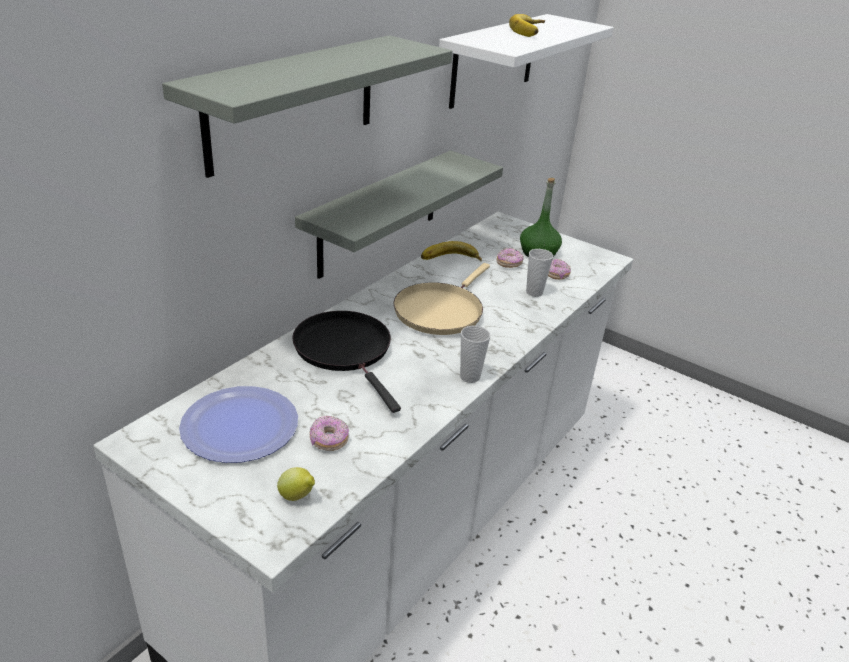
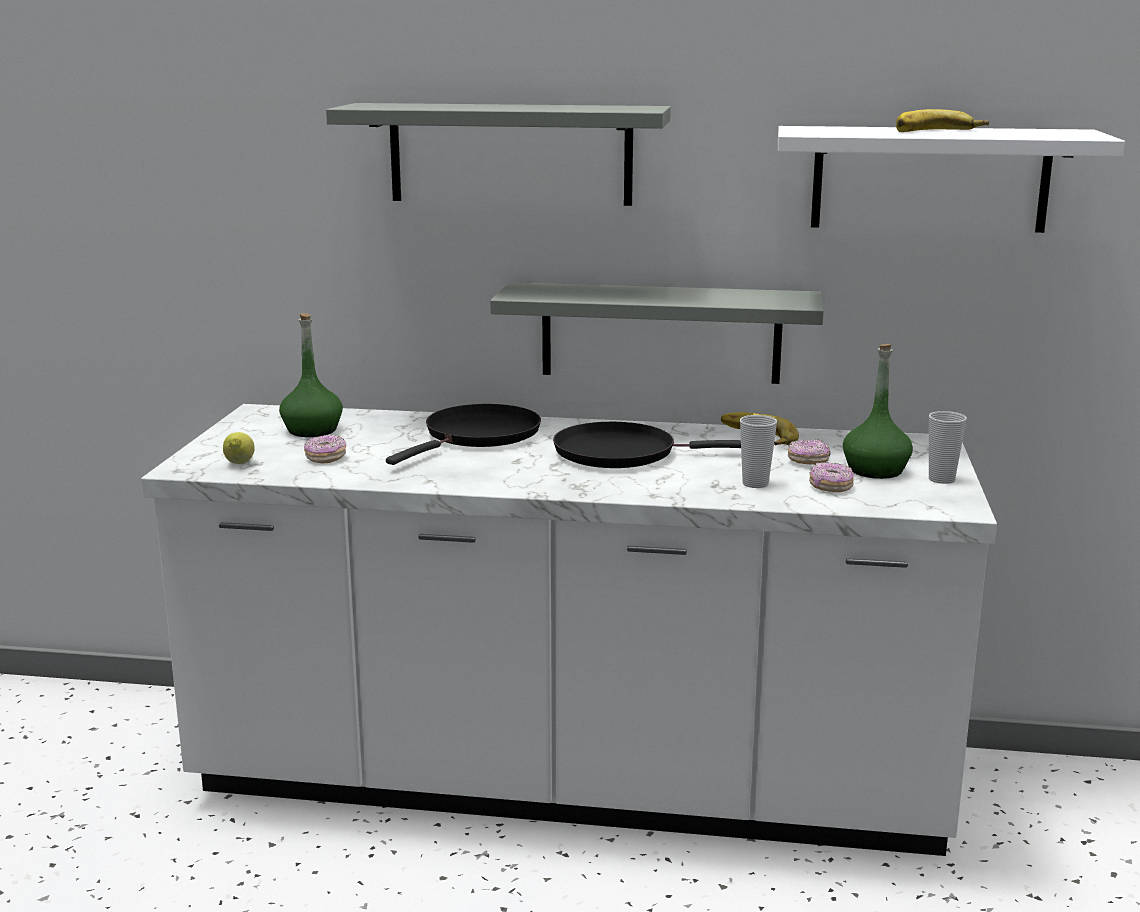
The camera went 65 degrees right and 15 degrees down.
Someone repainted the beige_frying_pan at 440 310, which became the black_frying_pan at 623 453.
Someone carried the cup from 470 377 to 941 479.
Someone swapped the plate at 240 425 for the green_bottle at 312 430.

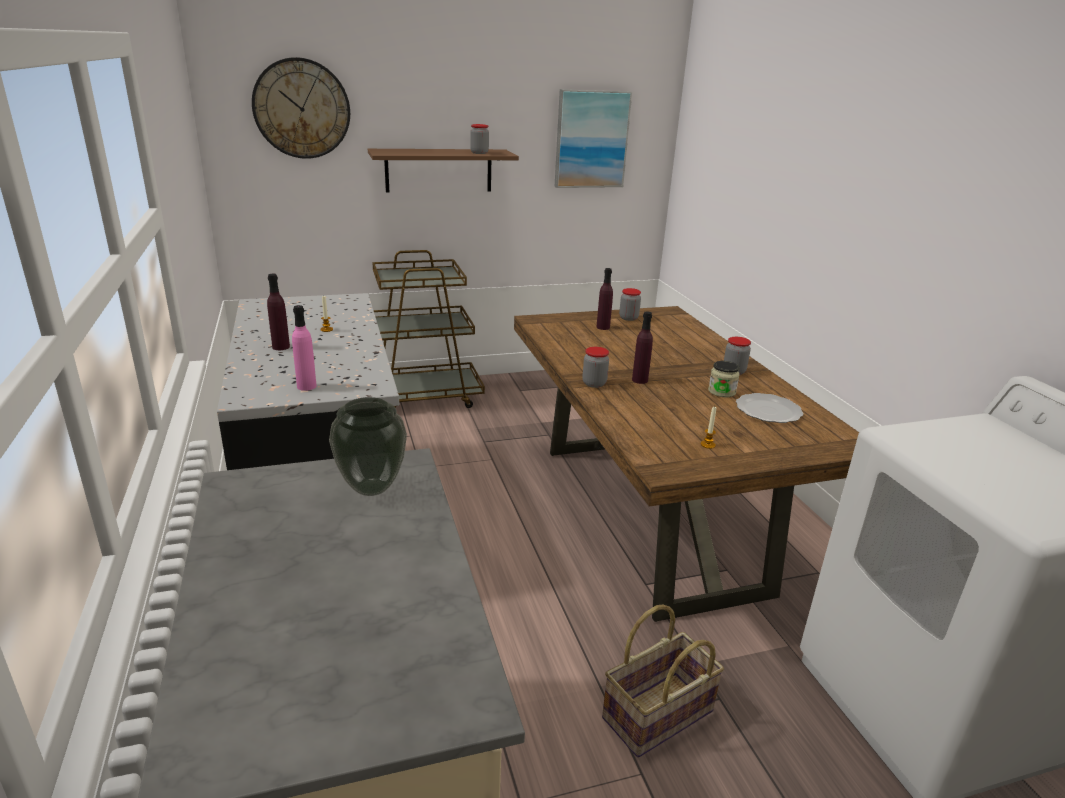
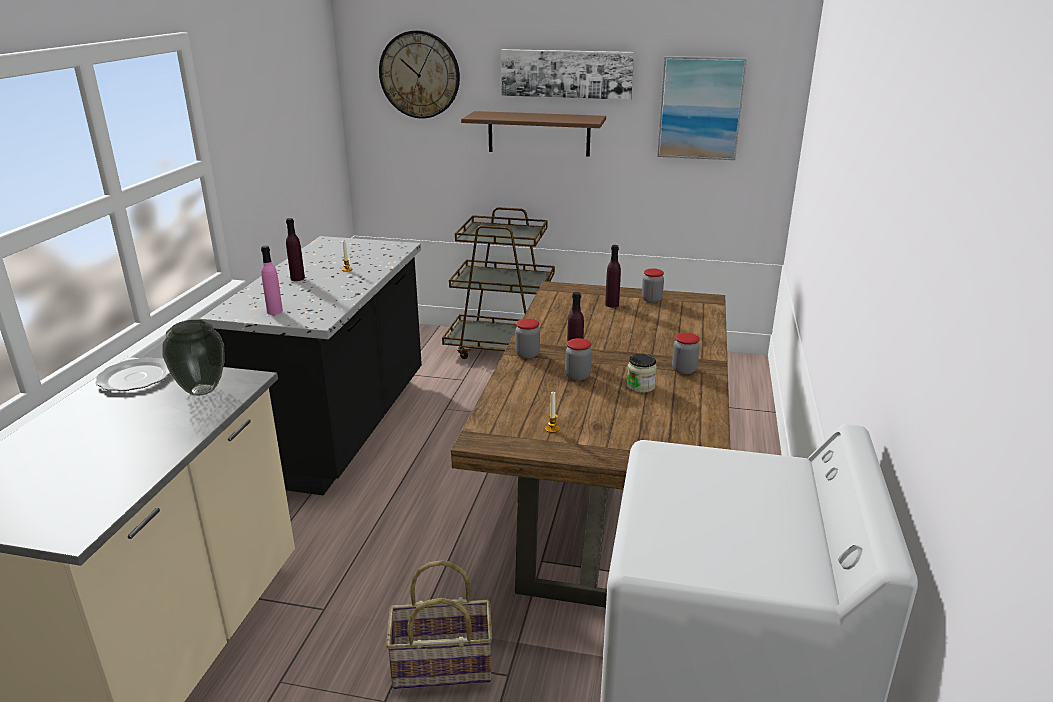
The camera went 30 degrees right and 0 degrees up.
Someone carried the jar from 479 153 to 577 376.
Someone carried the plate from 768 410 to 137 377.
Someone put up the picture at 566 73.

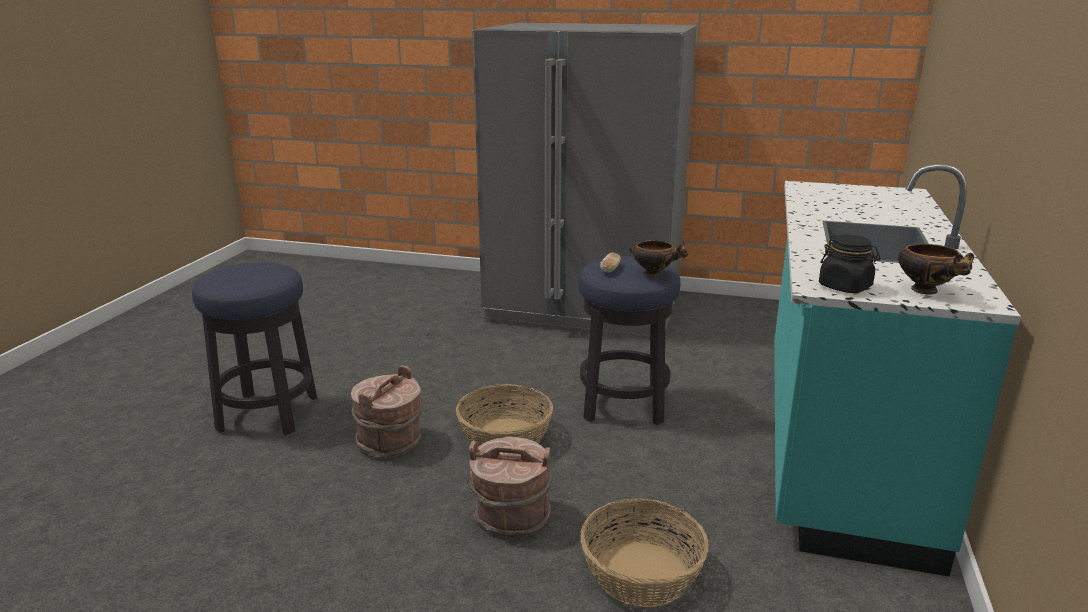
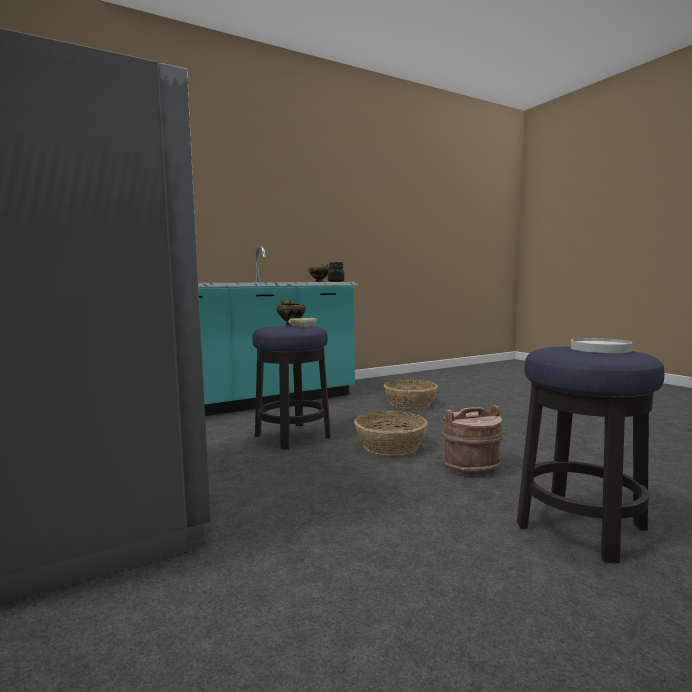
The camera went 135 degrees left and 15 degrees down.
Someone took away the brown_bucket at 511 517.
Someone put down the white_plate at 600 349.

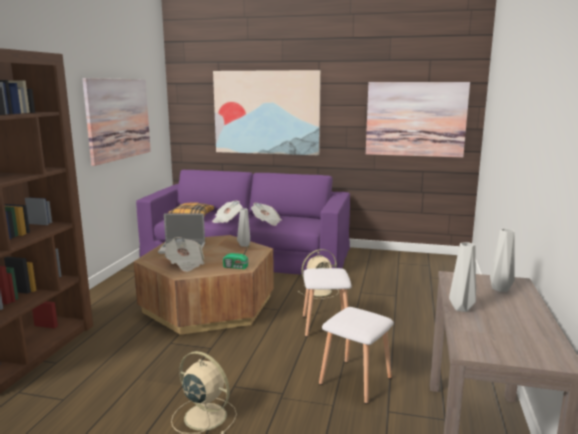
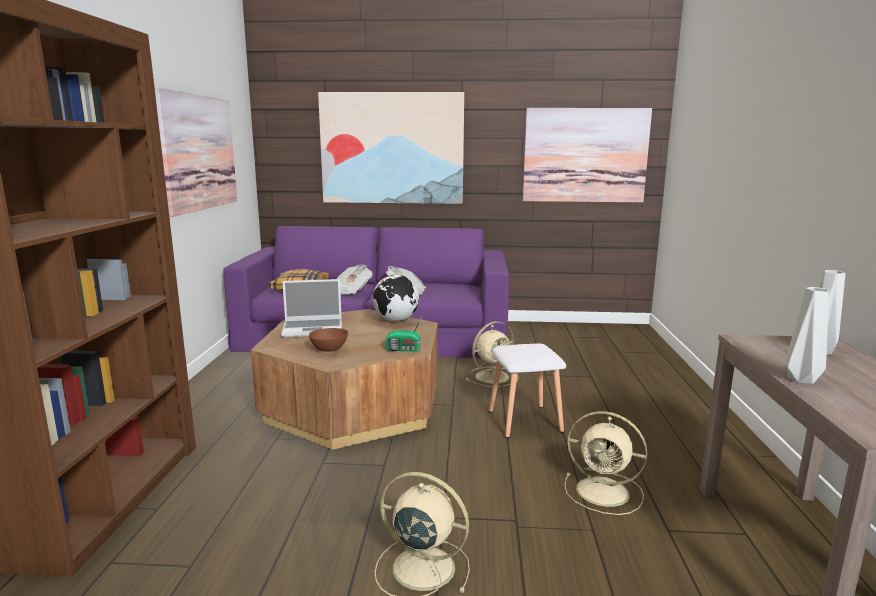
The camera went 10 degrees left and 0 degrees up.
Someone swapped the grey_vase at 244 245 for the globe at 396 320.
Someone swapped the newspaper at 185 264 for the brown_bowl at 329 349.
Someone swapped the white_stool at 356 381 for the beige_fan at 605 492.

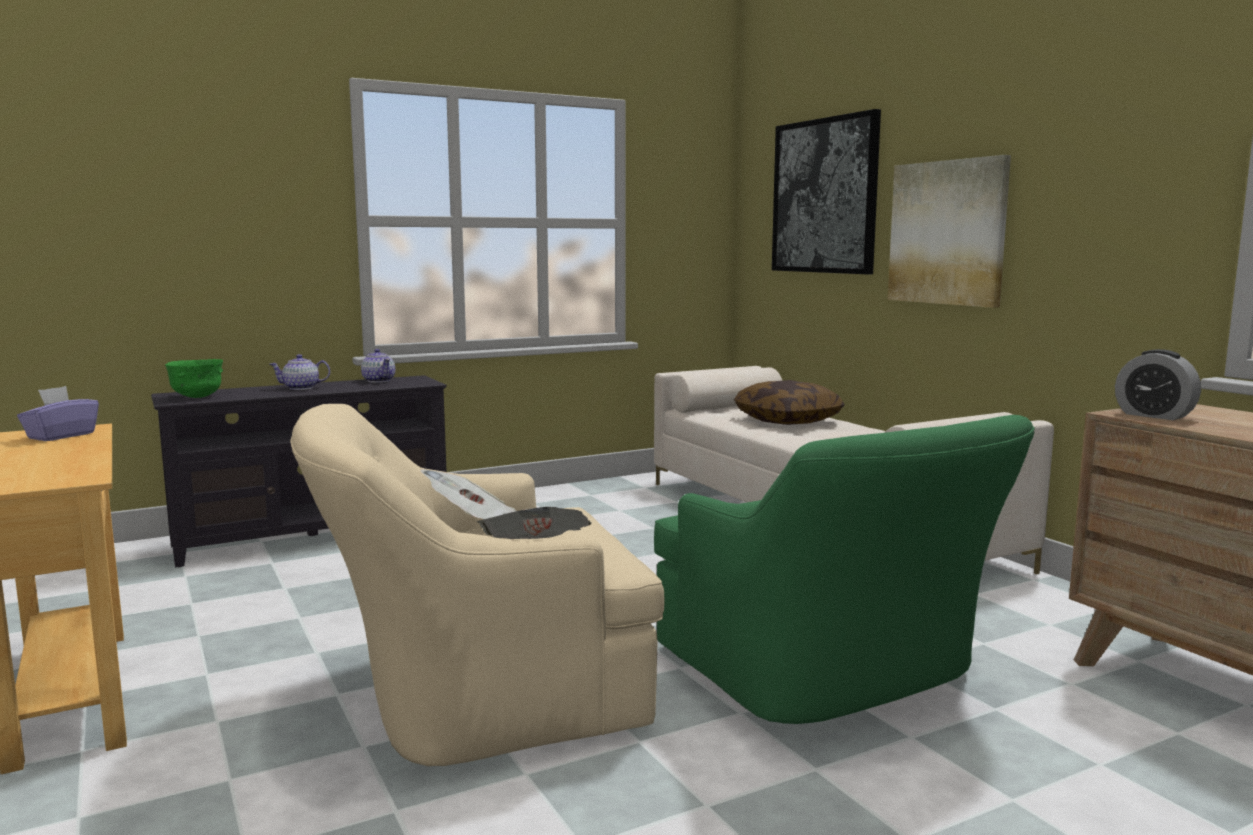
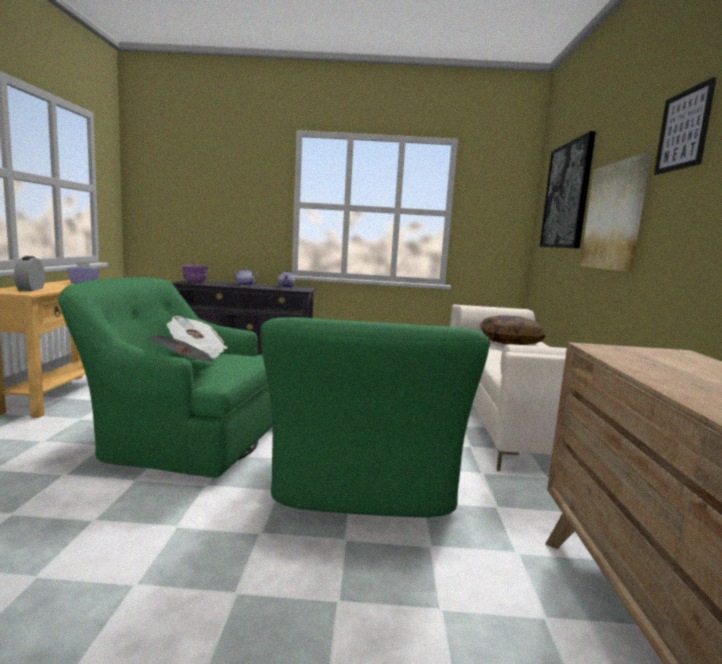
The camera went 30 degrees right and 0 degrees up.
Someone carried the alarm_clock from 1154 415 to 30 289.
Someone repainted the green_bowl at 197 397, which became the purple_bowl at 195 282.
Someone repainted the beige_armchair at 475 696, which became the green_armchair at 180 441.
Someone put up the picture at 683 130.

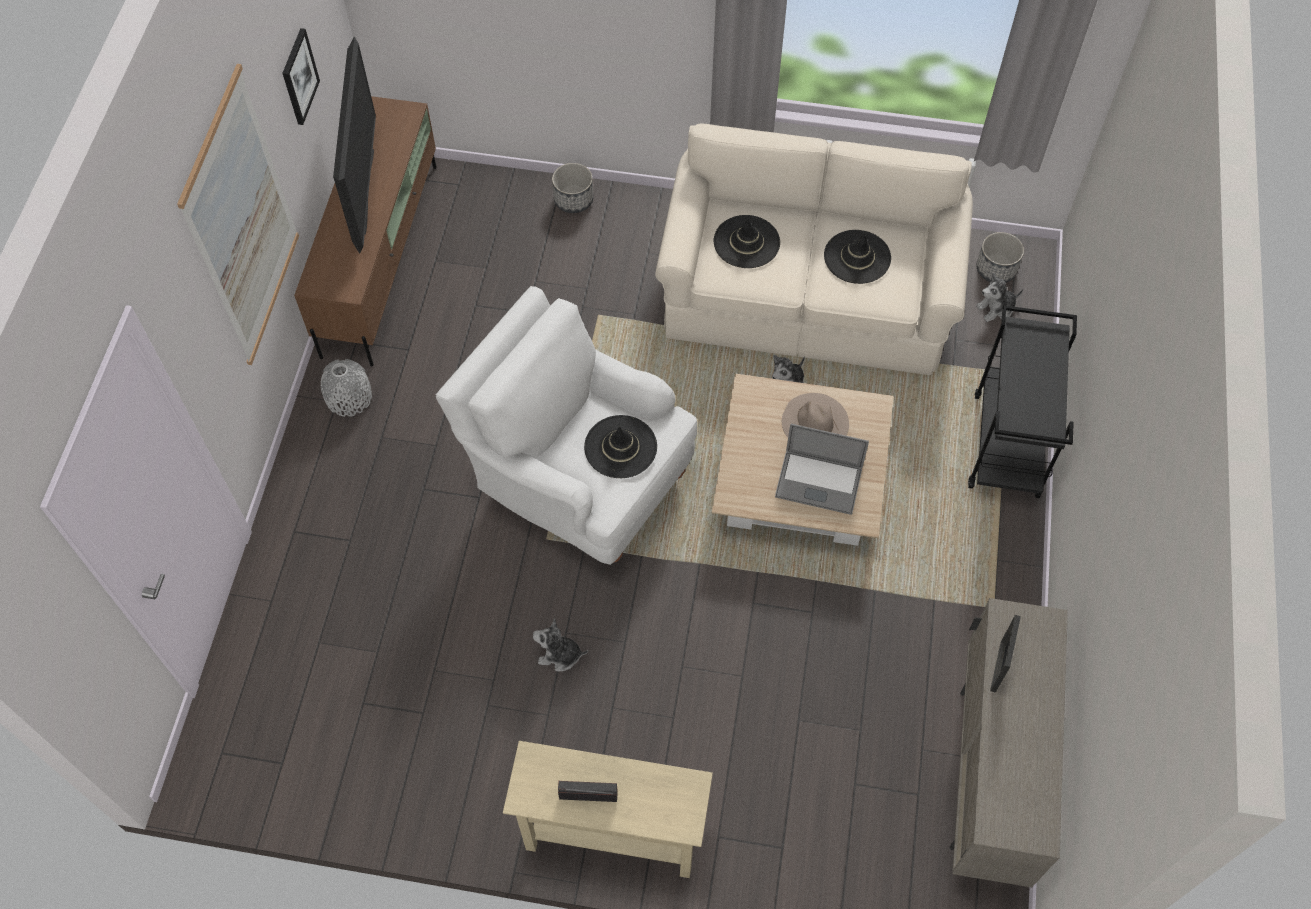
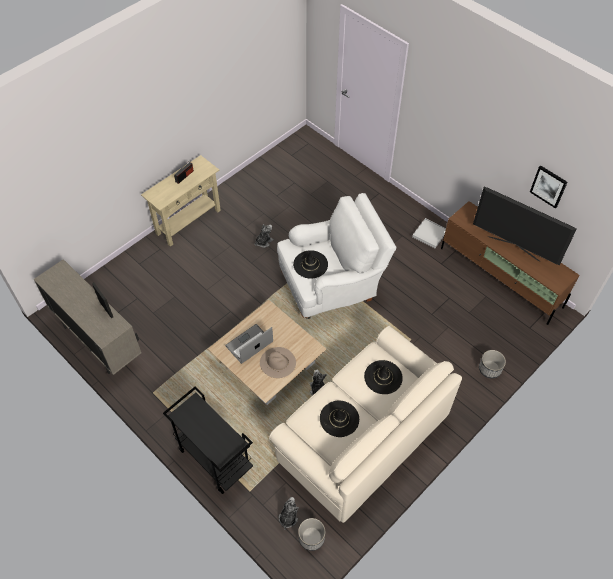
The camera went 125 degrees right and 5 degrees down.
Someone took away the picture at 242 221.
Someone swapped the grey_vase at 349 397 for the white_tray at 429 234.

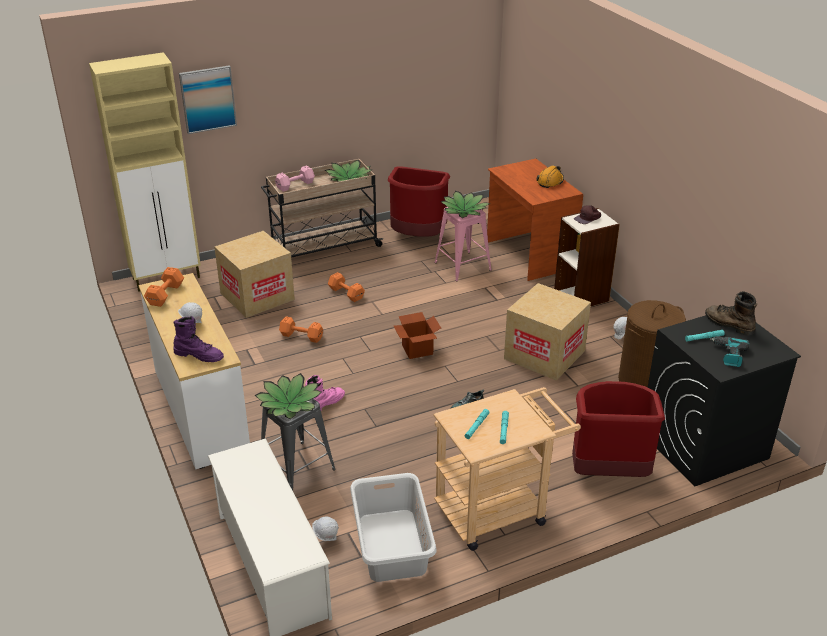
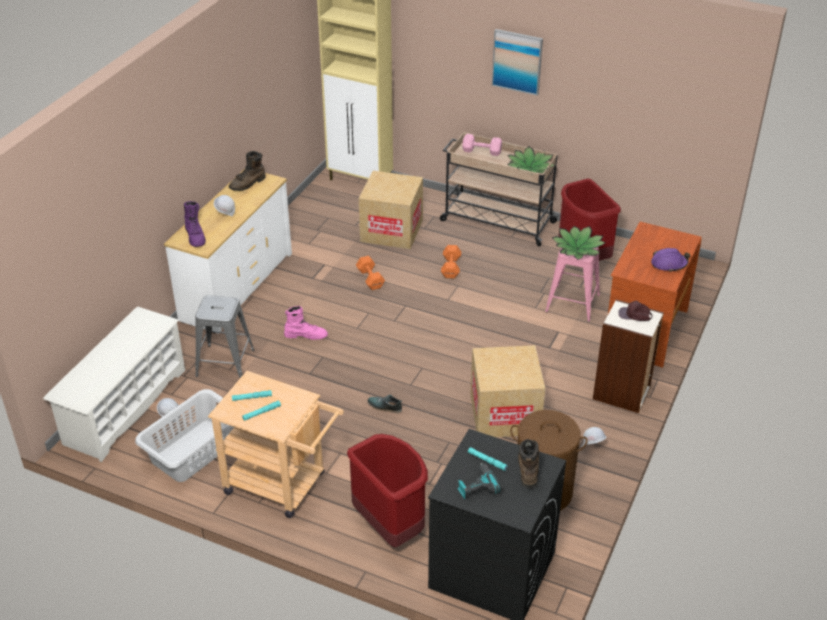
The camera went 50 degrees right and 5 degrees up.
Someone carried the picture from 208 99 to 517 61.
Someone repainted the orange_hard_hat at 550 181, which became the purple_hard_hat at 669 264.
Someone swapped the orange_dumbbell at 166 294 for the brown_boot at 248 184.
Someone took away the cardboard_box at 417 350.
Someone took away the potted_plant at 290 404.

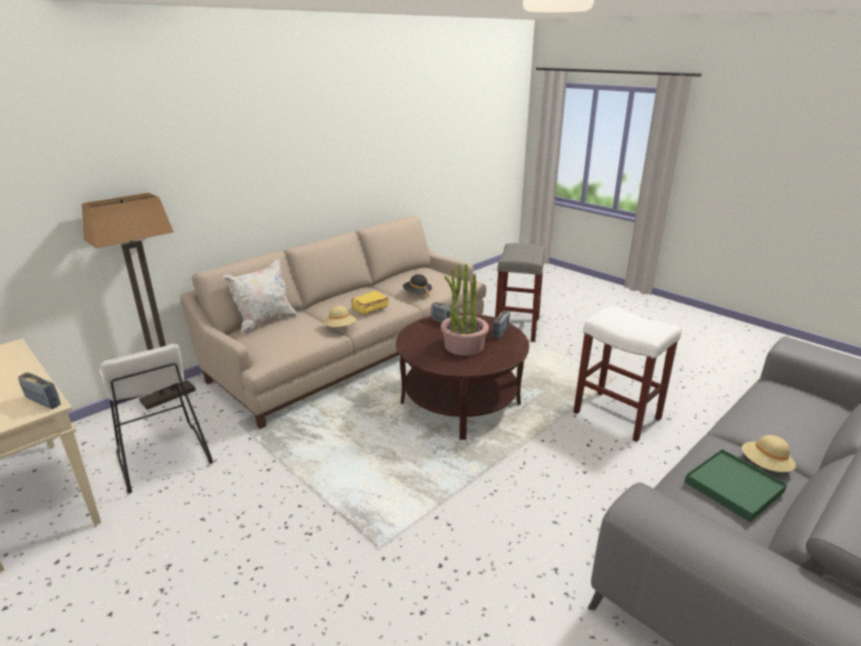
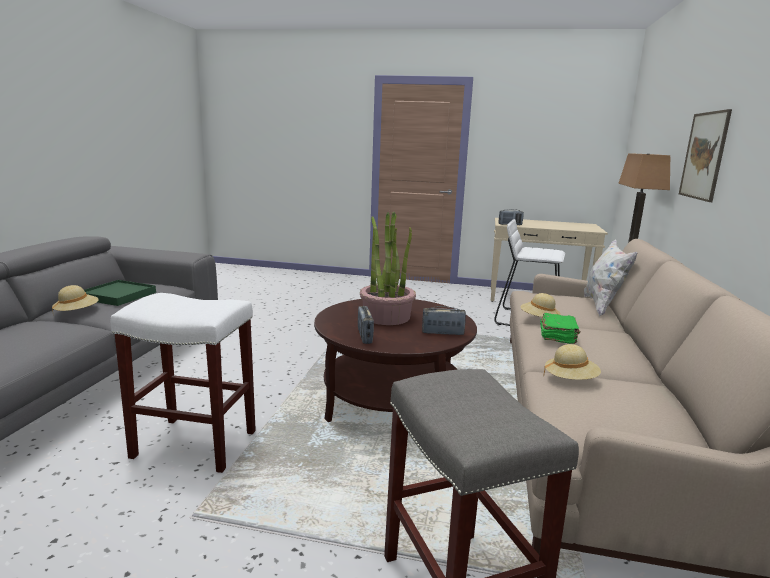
The camera went 145 degrees right and 10 degrees down.
Someone repainted the black_hat at 417 293, which became the beige_hat at 570 380.
Someone repainted the yellow_book at 369 308, which became the green_book at 558 336.
Someone put up the picture at 704 156.

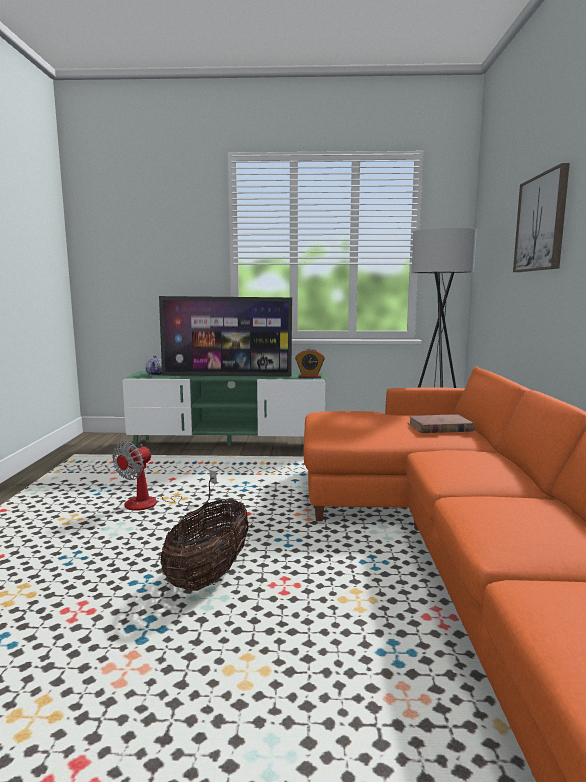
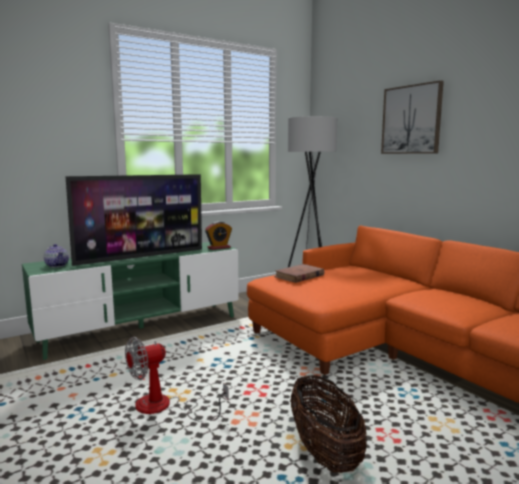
The camera went 35 degrees left and 0 degrees up.
Someone carried the brown_book from 439 427 to 299 276.
Someone rotated the fan at 153 504 by 60 degrees clockwise.

